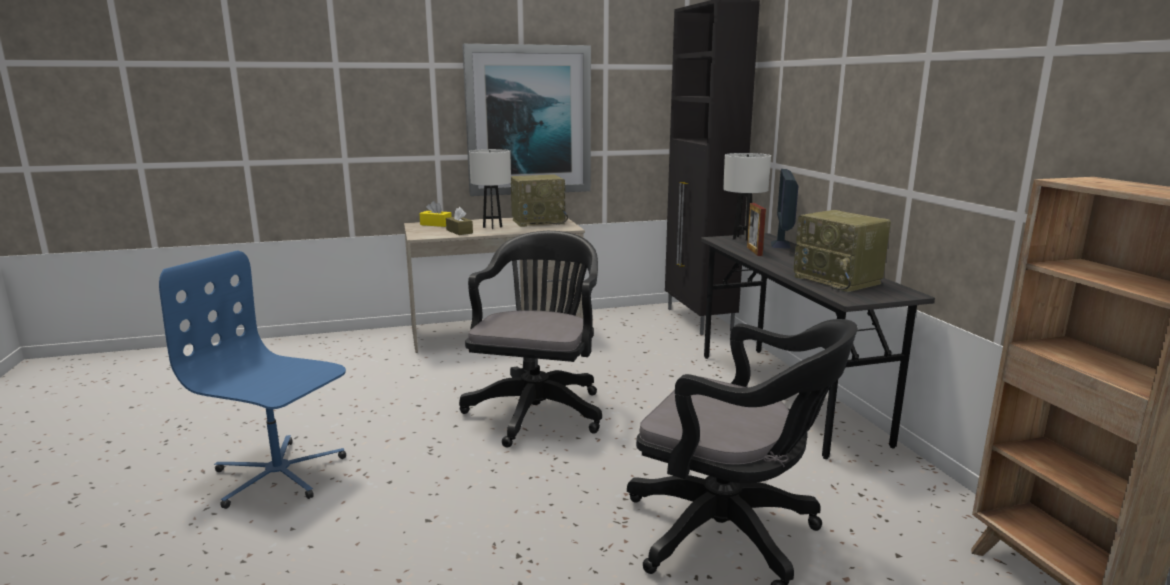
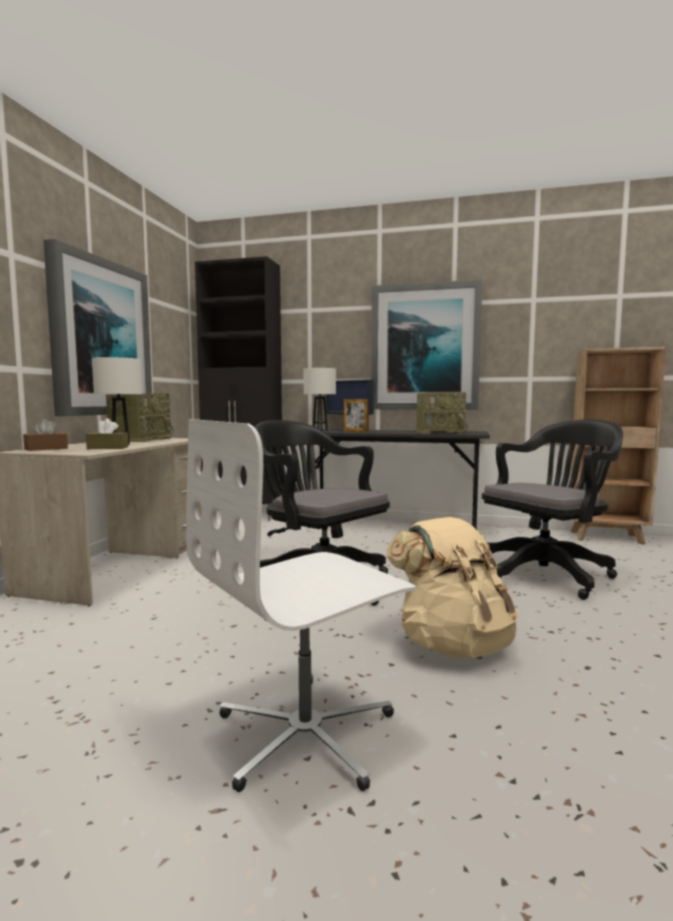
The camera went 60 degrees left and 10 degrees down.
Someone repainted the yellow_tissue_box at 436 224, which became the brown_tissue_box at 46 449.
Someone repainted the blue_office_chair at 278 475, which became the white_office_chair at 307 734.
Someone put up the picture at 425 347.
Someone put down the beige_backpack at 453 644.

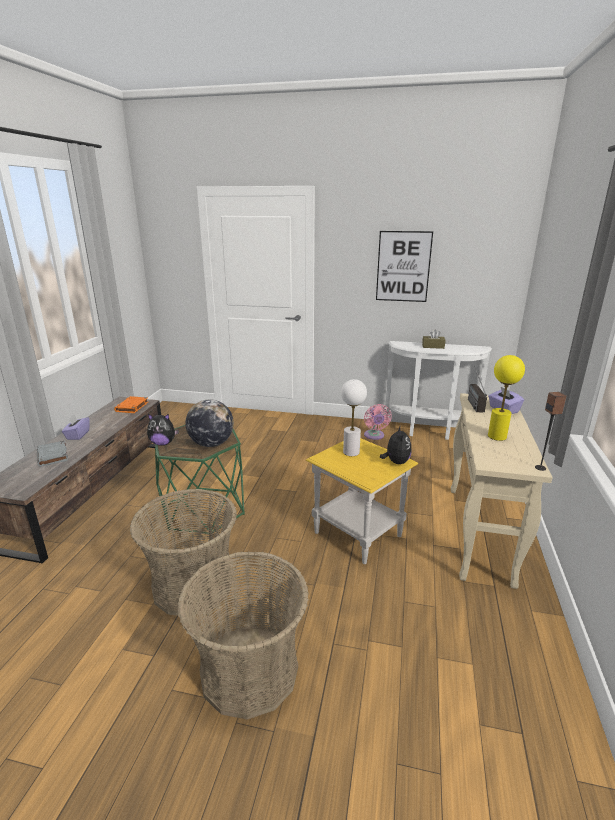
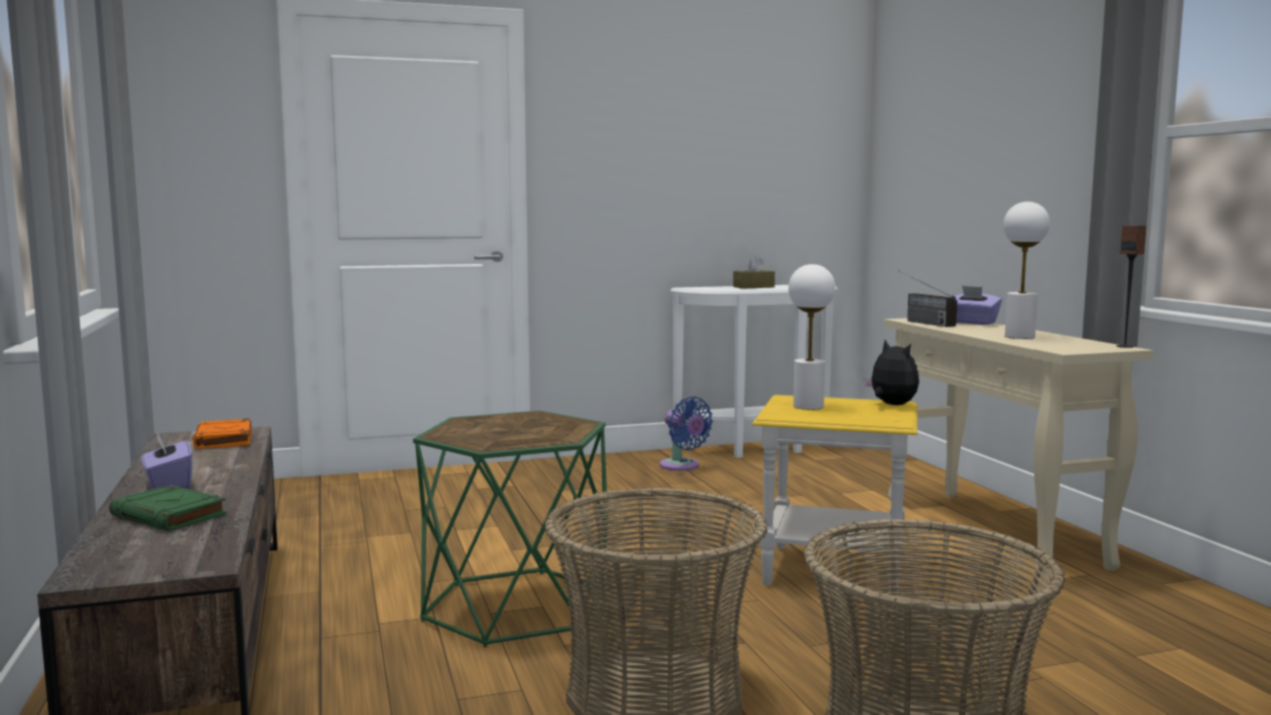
The camera went 30 degrees left and 15 degrees down.
Someone took away the picture at 403 266.
Someone repainted the yellow_table_lamp at 497 436, which became the white_table_lamp at 1020 337.
Someone took away the globe at 211 444.
Someone repainted the pink_fan at 374 436, which became the blue_fan at 682 466.
Someone took away the plush_toy at 163 443.
Someone repainted the grey_book at 53 456, which became the green_book at 170 516.

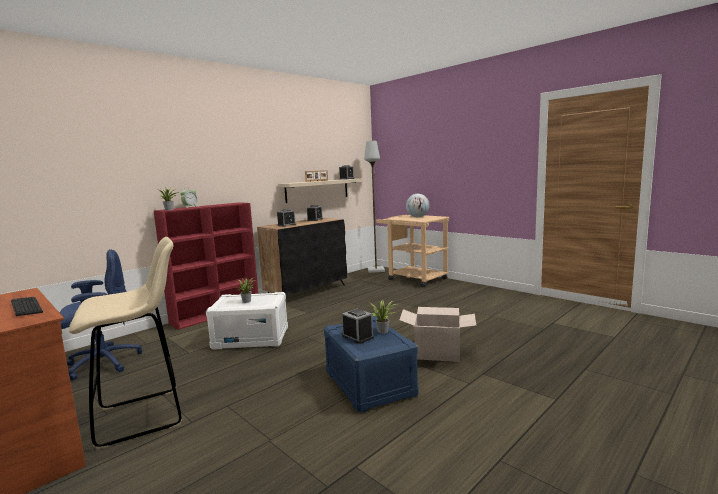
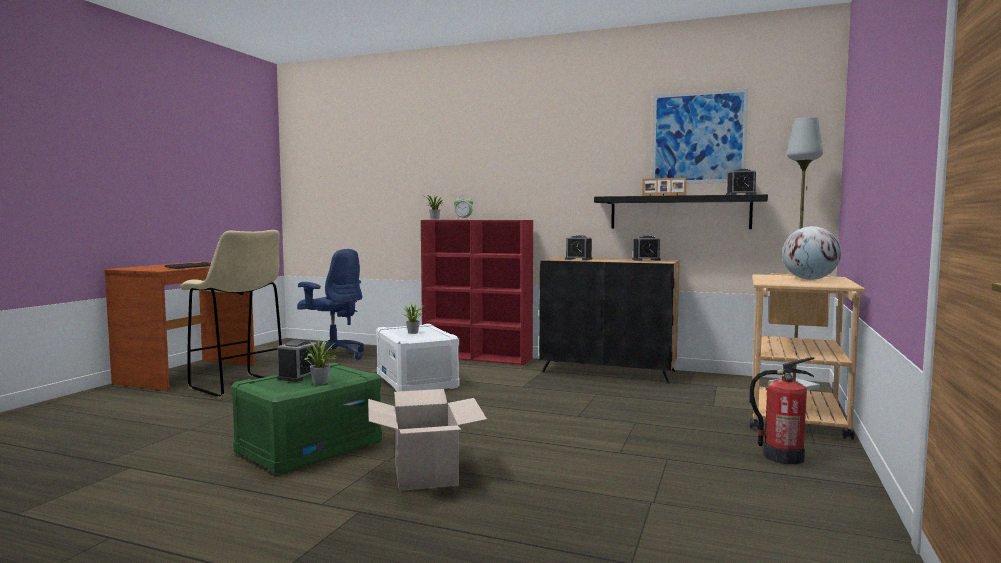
The camera went 65 degrees right and 5 degrees down.
Someone repainted the beige_shelf at 317 190, which became the black_shelf at 679 212.
Someone repainted the blue_storage_box at 369 383, which became the green_storage_box at 310 447.
Someone put up the picture at 698 138.
Someone put down the fire_extinguisher at 782 456.

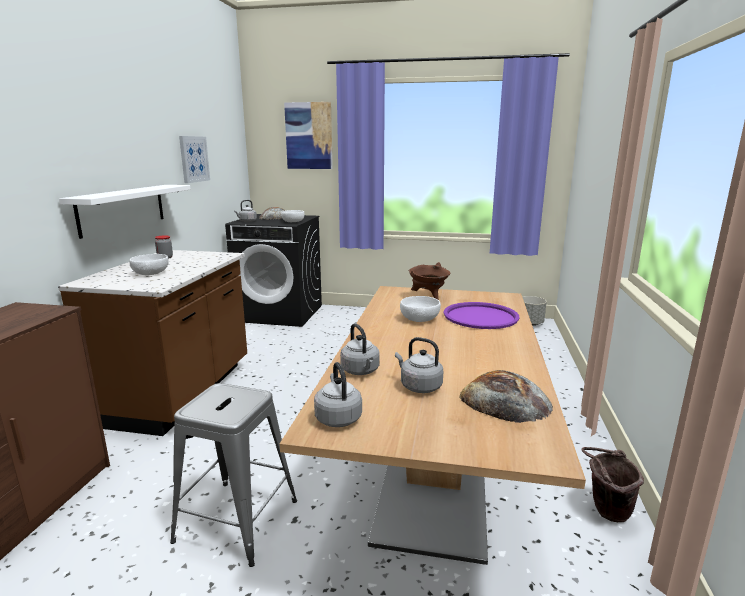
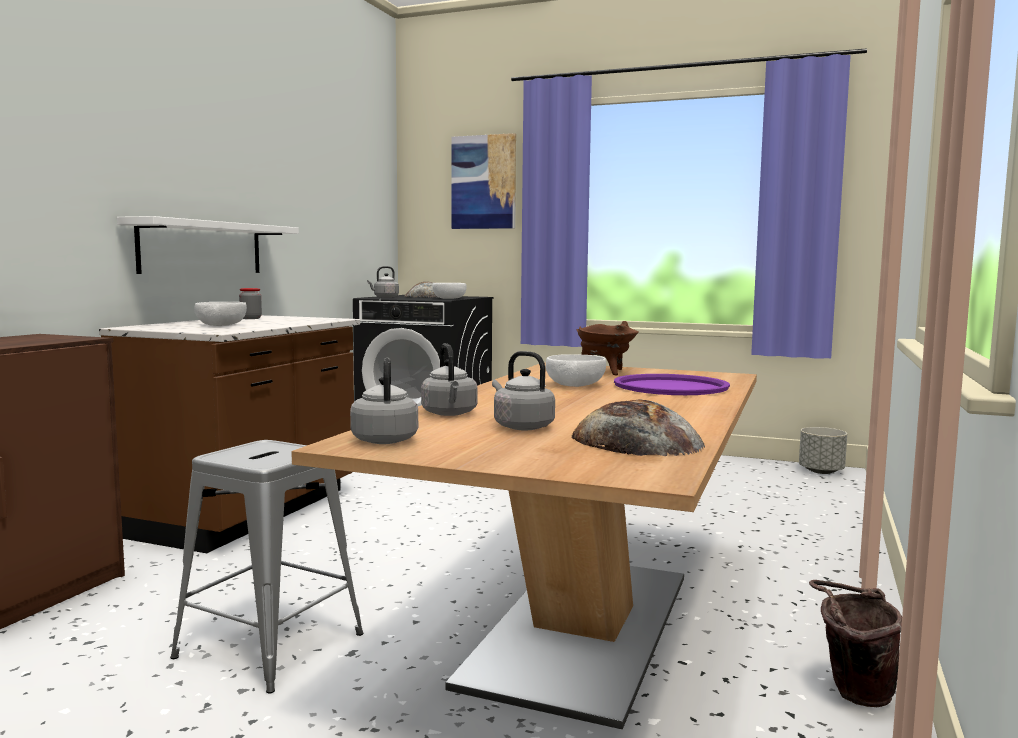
The camera went 10 degrees right and 10 degrees down.
Someone took away the picture at 194 159.

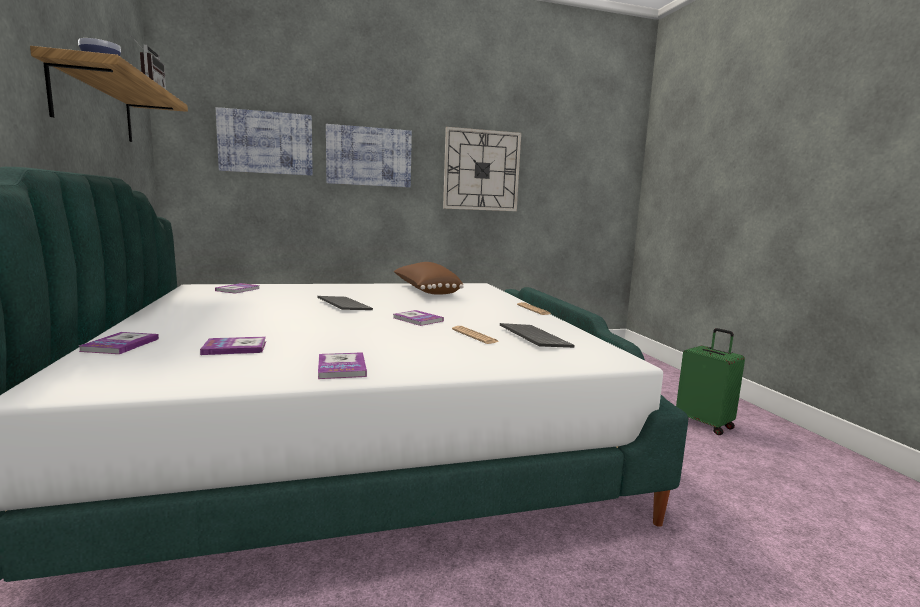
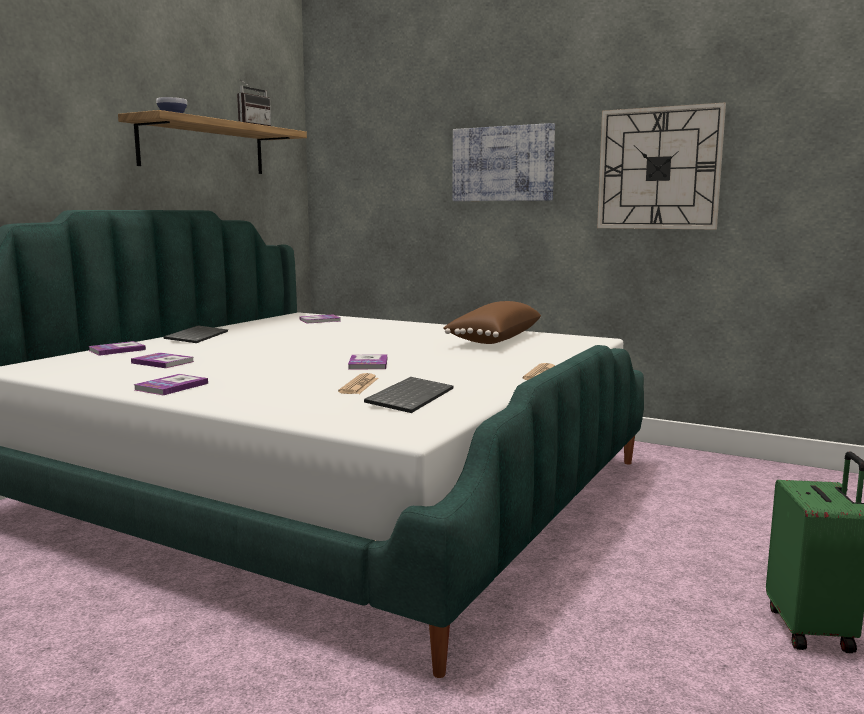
The camera went 45 degrees right and 0 degrees up.
Someone took away the picture at 266 142.
Someone carried the keyboard from 342 305 to 196 336.

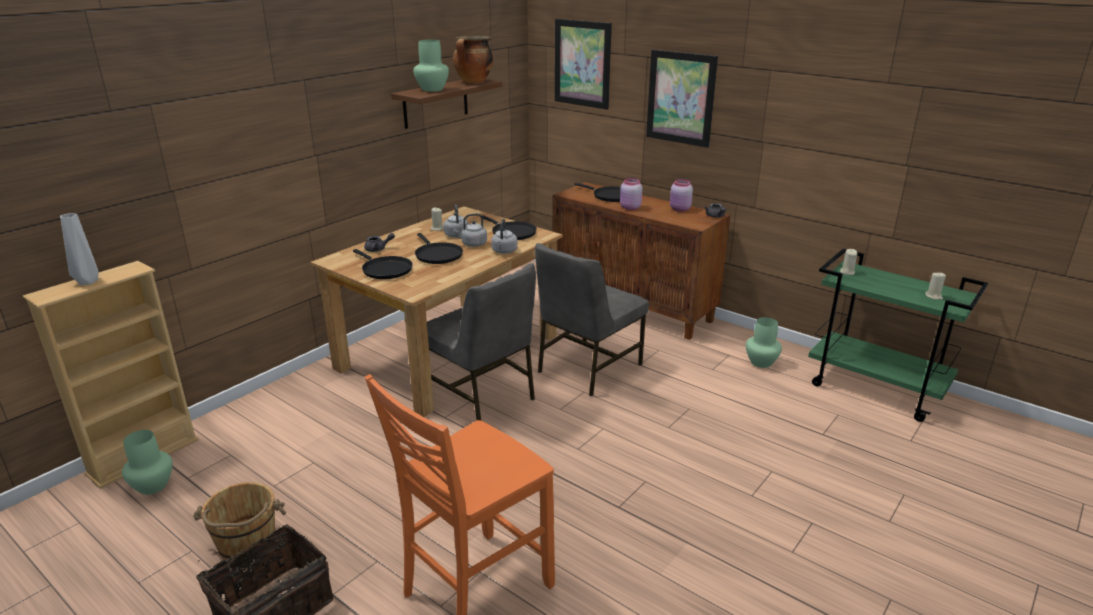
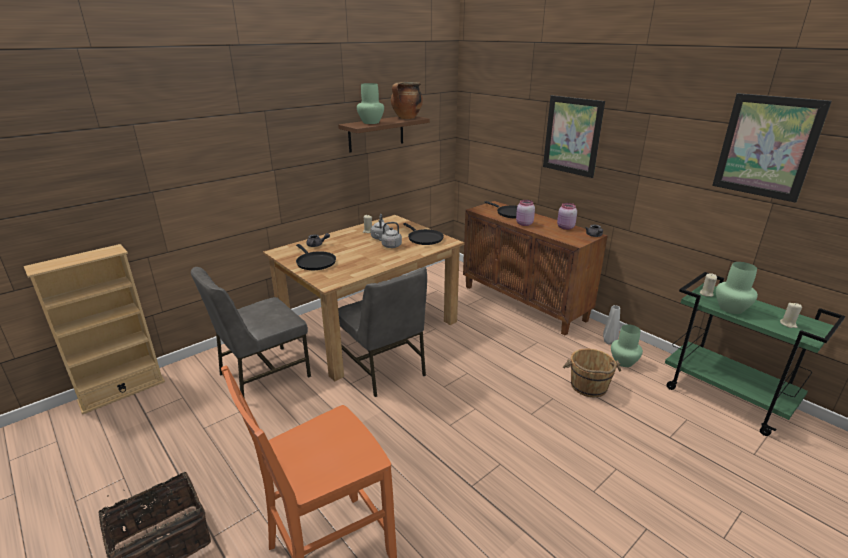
The camera went 10 degrees right and 0 degrees up.
Someone carried the picture from 582 63 to 766 147.
Someone carried the grey_vase from 89 282 to 609 342.
Someone took away the grey_kettle at 504 251.
Someone took away the black_frying_pan at 437 255.
Someone carried the grey_chair from 587 368 to 262 375.
Someone carried the green_vase from 153 485 to 731 308.
Someone carried the brown_bucket from 246 542 to 588 386.

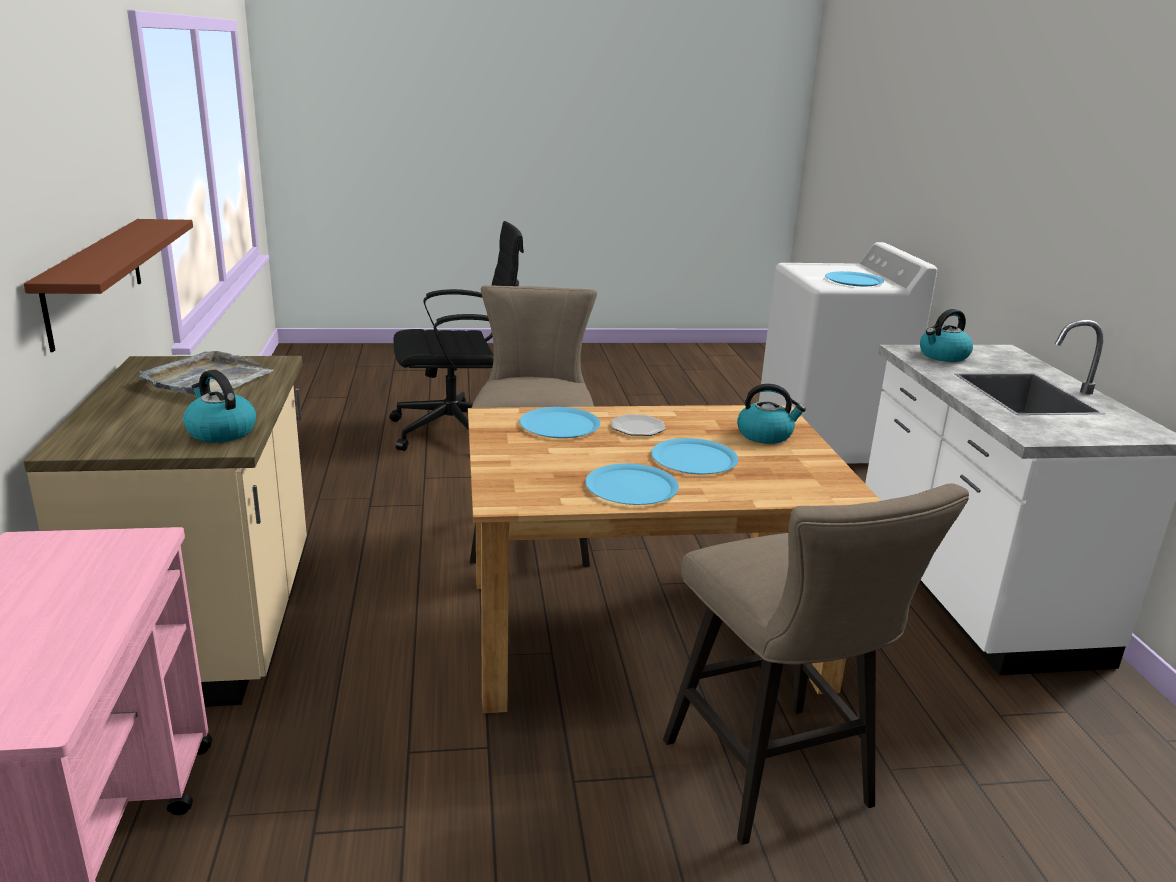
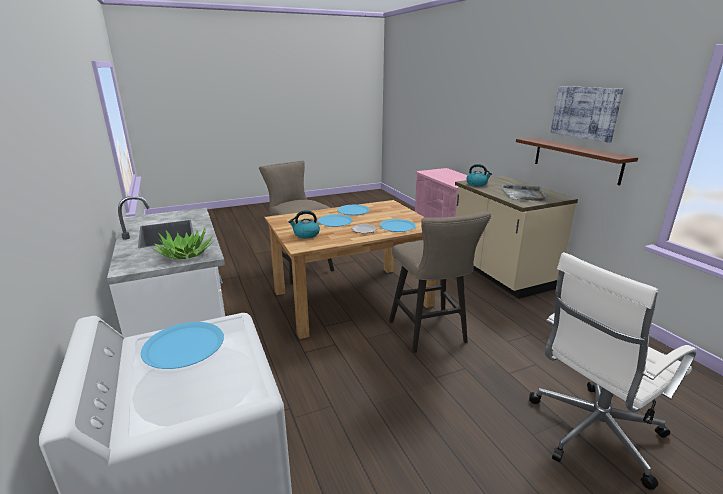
The camera went 165 degrees right and 0 degrees up.
Someone repainted the black_office_chair at 457 431, which became the white_office_chair at 592 433.
Someone swapped the kettle at 943 356 for the potted_plant at 185 253.
Someone put up the picture at 585 112.

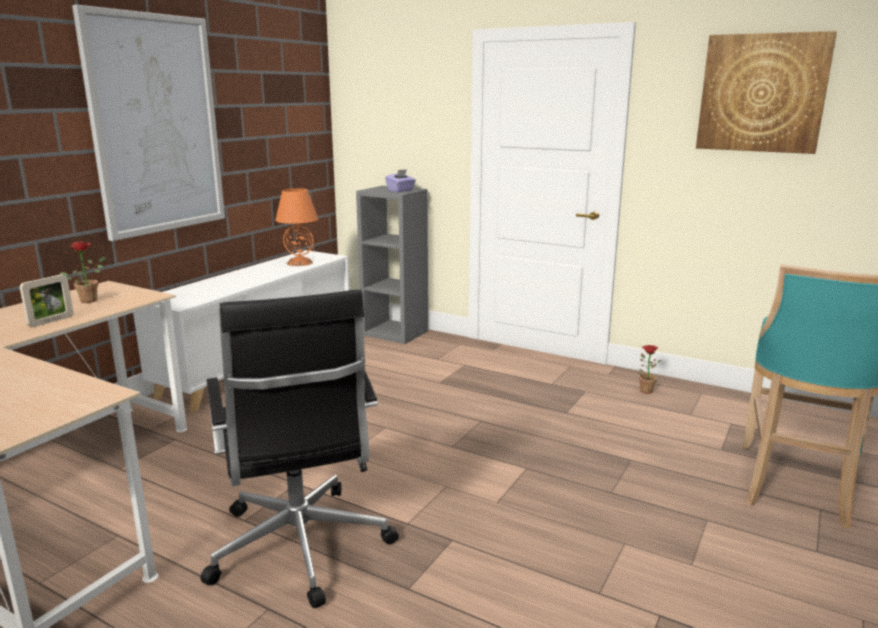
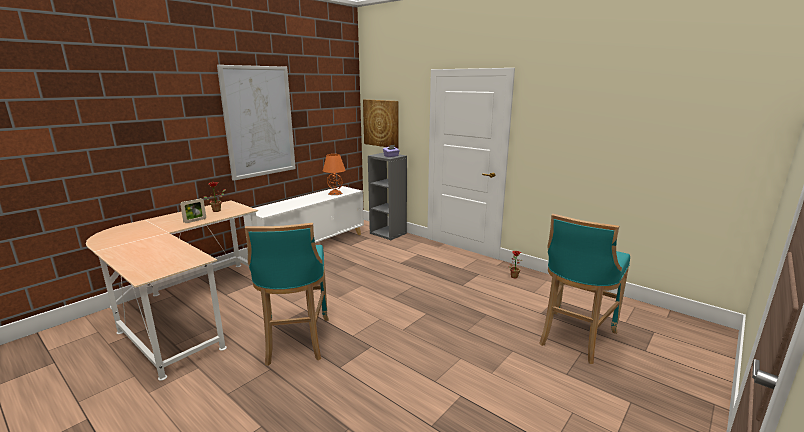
The camera went 10 degrees right and 0 degrees up.
Someone carried the picture from 762 93 to 381 123.
Someone swapped the black_office_chair at 300 549 for the turquoise_stool at 295 342.

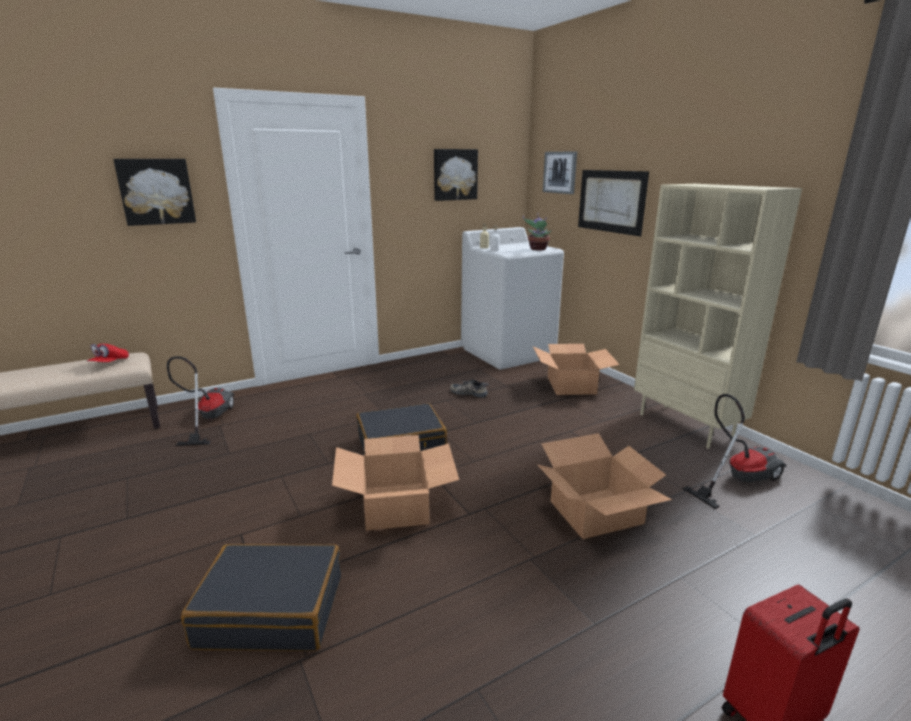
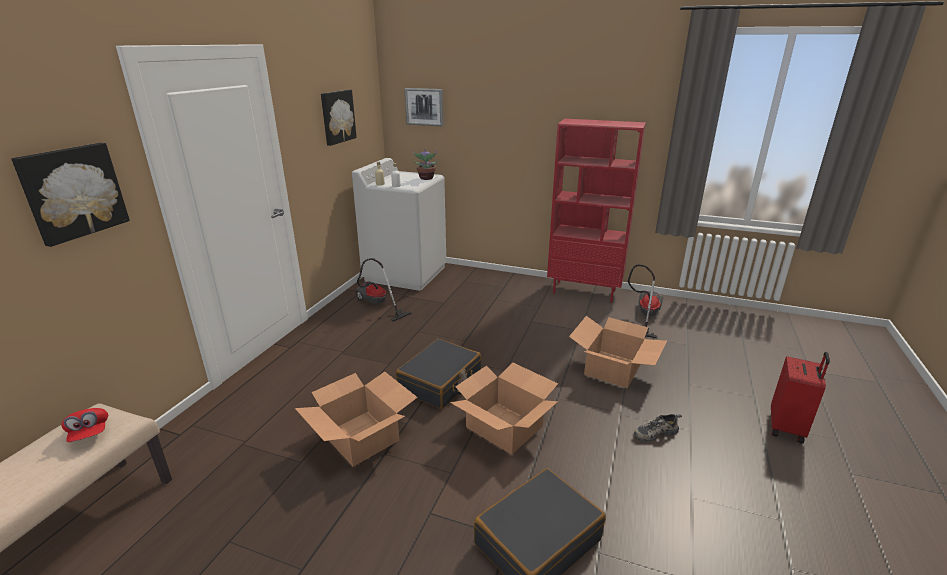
The camera went 40 degrees left and 5 degrees up.
Someone took away the picture at 611 201.
Someone repainted the beige_bookcase at 686 425, which became the red_bookcase at 584 291.
Someone carried the cardboard_box from 571 385 to 361 437.
Someone carried the vacuum_cleaner from 208 419 to 376 304.
Someone carried the shoe from 469 393 to 655 432.

